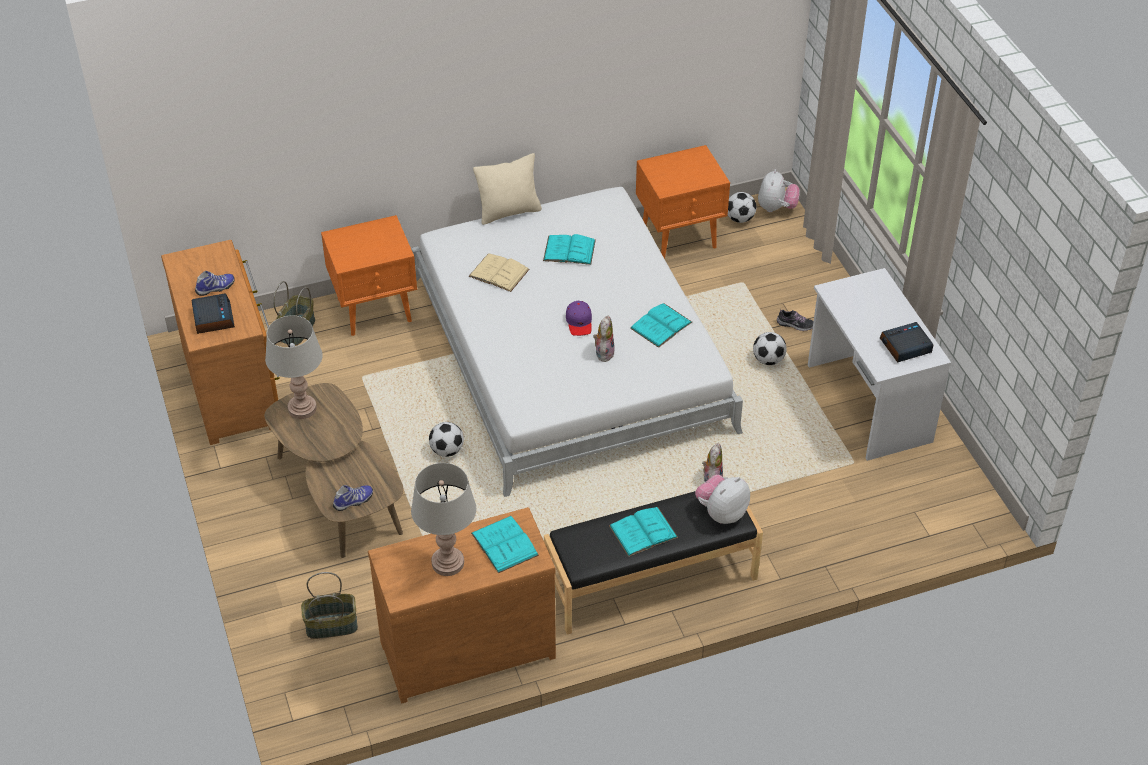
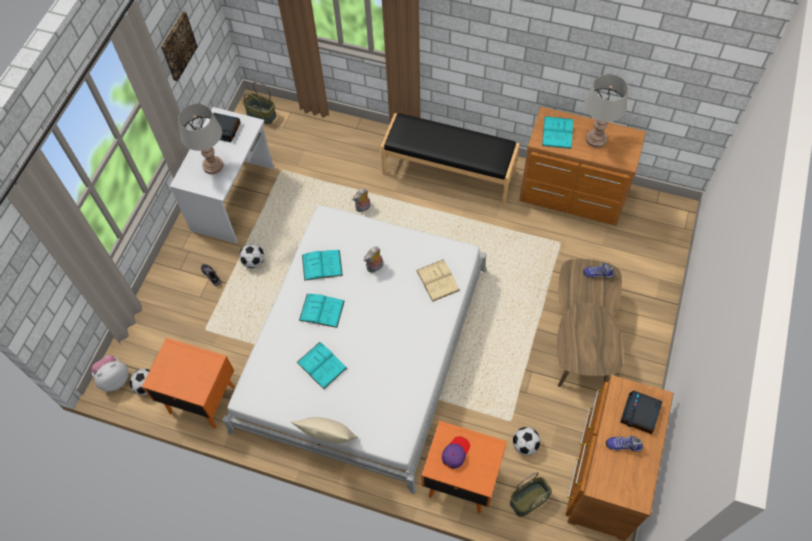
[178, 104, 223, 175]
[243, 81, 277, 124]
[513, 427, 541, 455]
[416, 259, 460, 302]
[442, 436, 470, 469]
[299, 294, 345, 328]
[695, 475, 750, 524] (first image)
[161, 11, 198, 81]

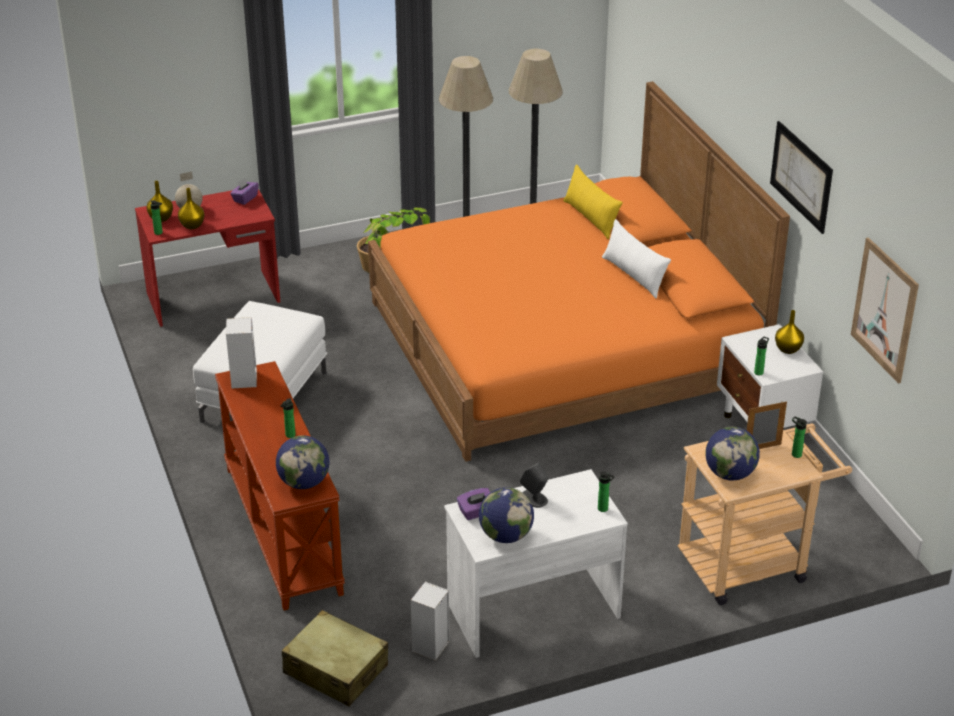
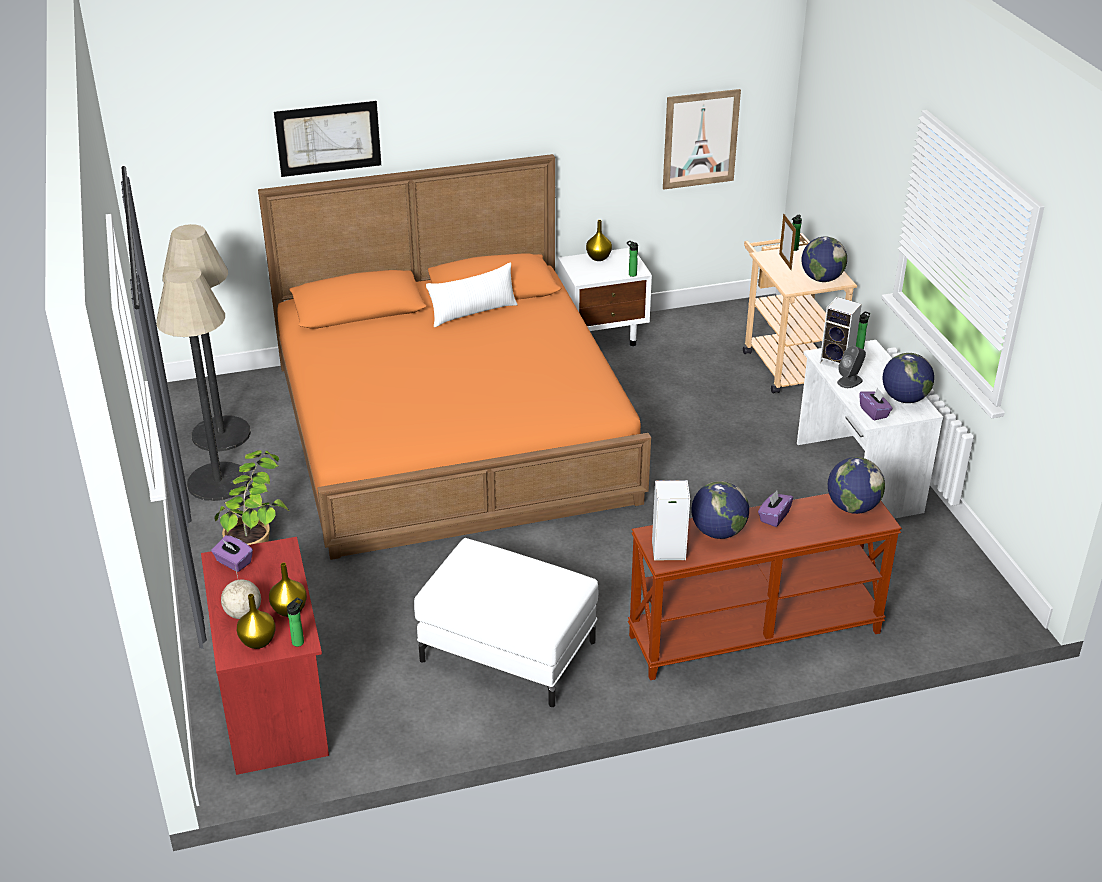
[758, 491, 793, 527]
[282, 610, 388, 707] (first image)
[820, 297, 862, 369]
[563, 164, 623, 239] (first image)
[274, 101, 381, 177]
[691, 481, 749, 539]

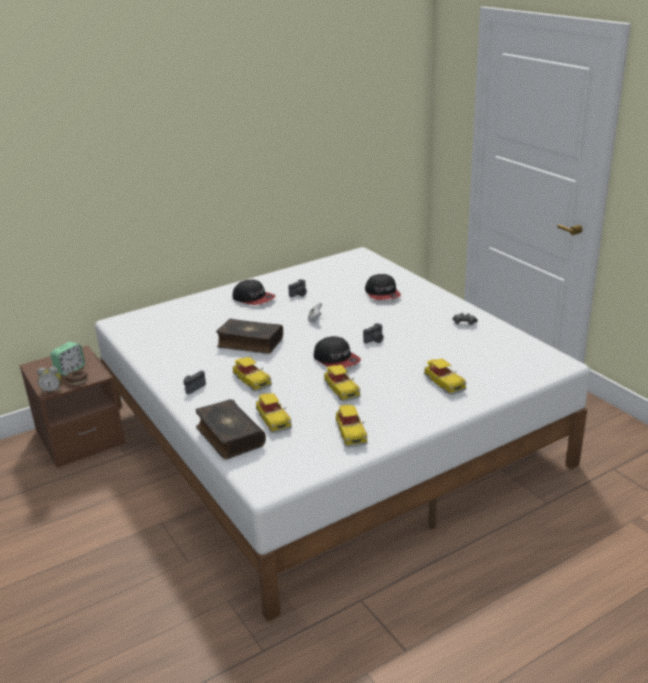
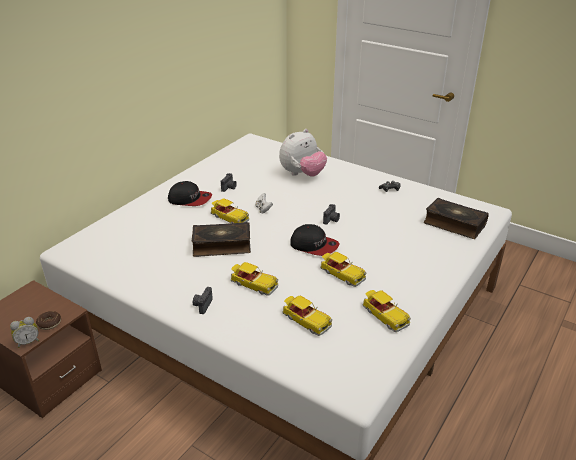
[50, 342, 85, 376] (first image)
[424, 198, 489, 239]
[279, 129, 327, 177]
[211, 198, 249, 223]

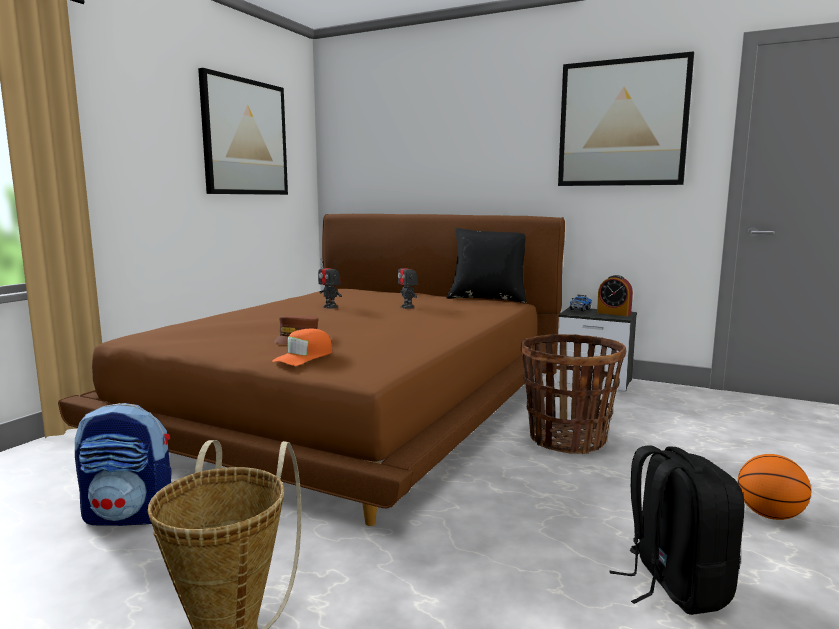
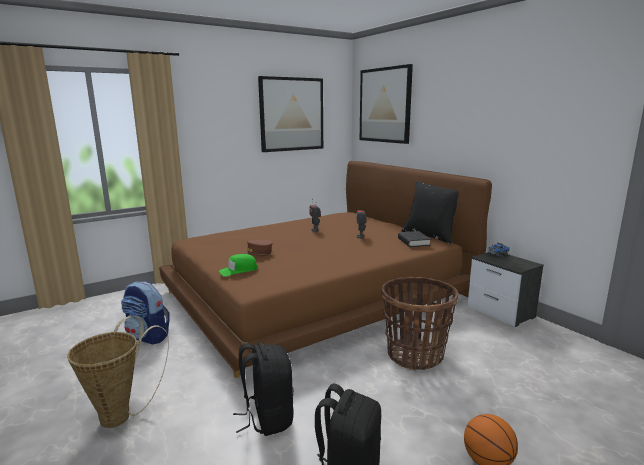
[219, 254, 258, 276]
[360, 64, 413, 144]
[597, 275, 633, 316] (first image)
[233, 343, 294, 436]
[398, 231, 431, 247]

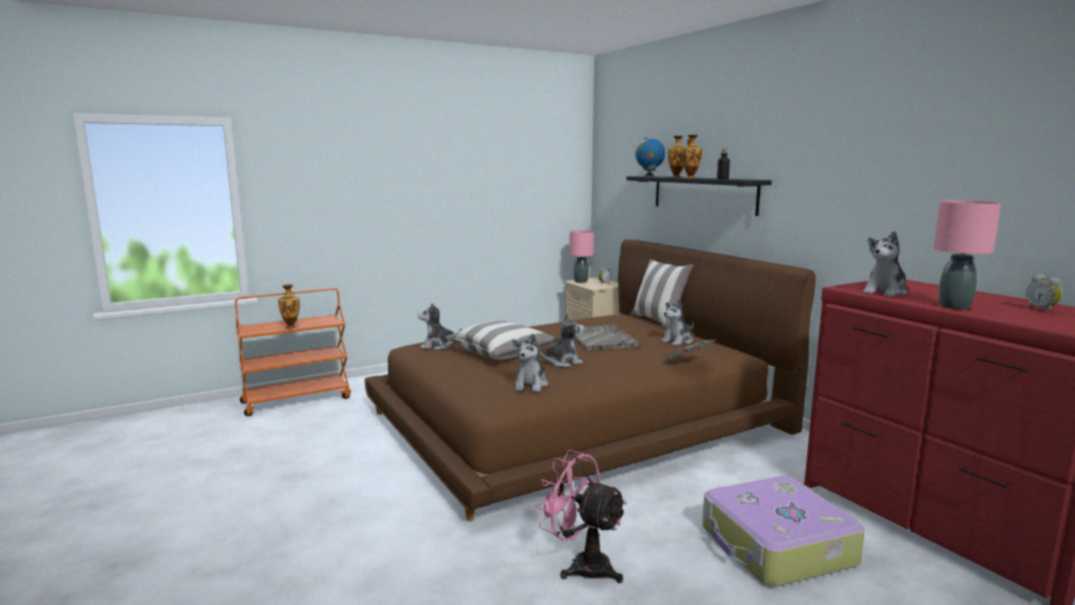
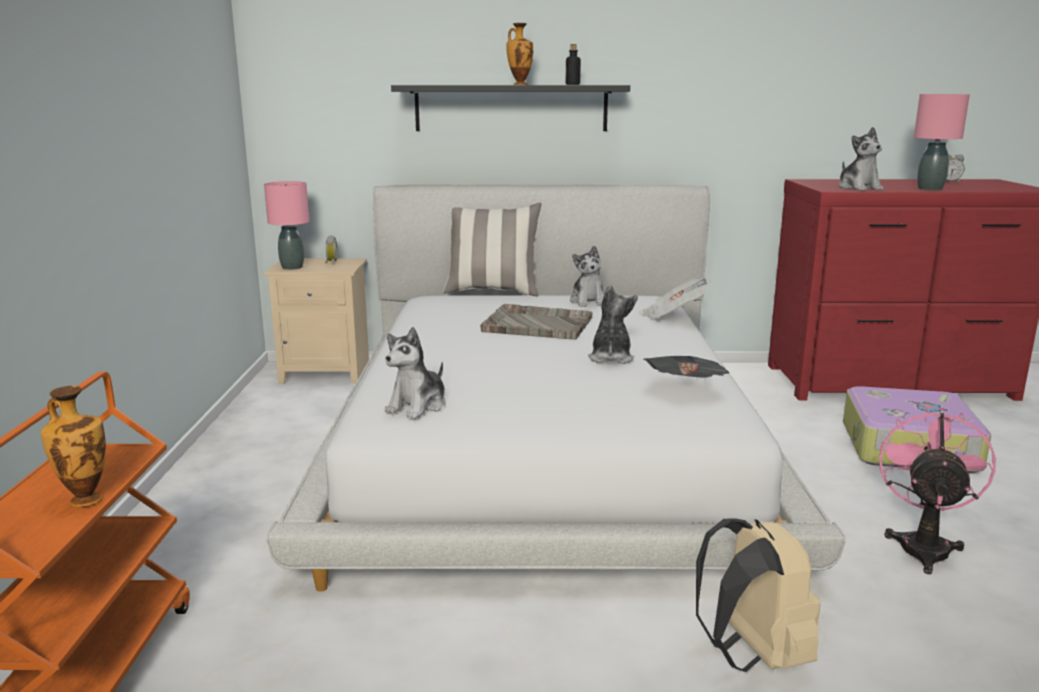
[266, 185, 846, 591]
[445, 320, 559, 360] (first image)
[644, 356, 730, 378]
[879, 407, 996, 574]
[635, 137, 665, 176] (first image)
[668, 136, 684, 177] (first image)
[696, 518, 821, 672]

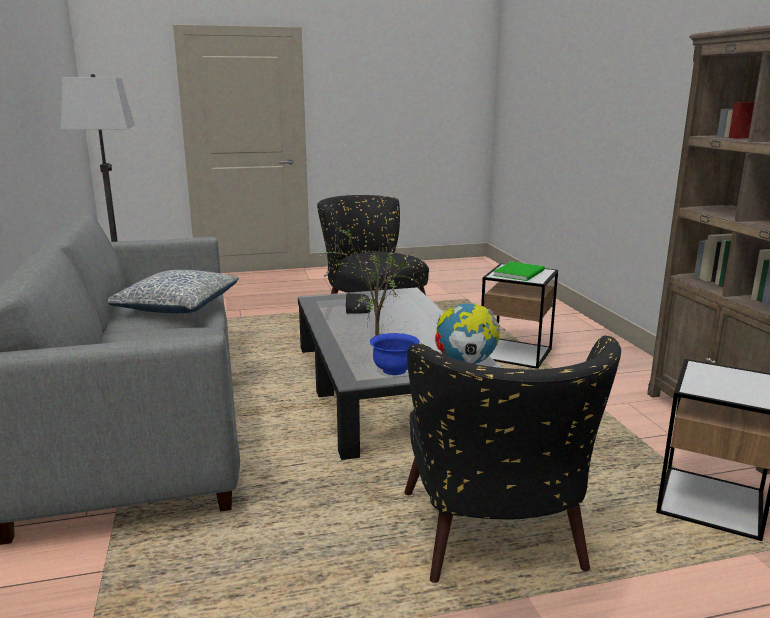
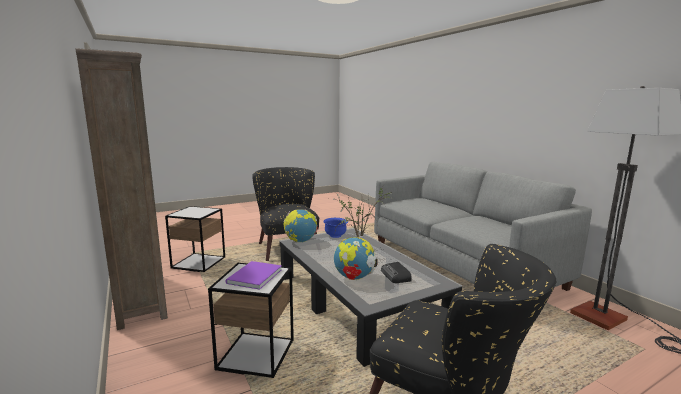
[108, 270, 239, 313] (first image)
[225, 261, 282, 290]
[334, 236, 378, 280]

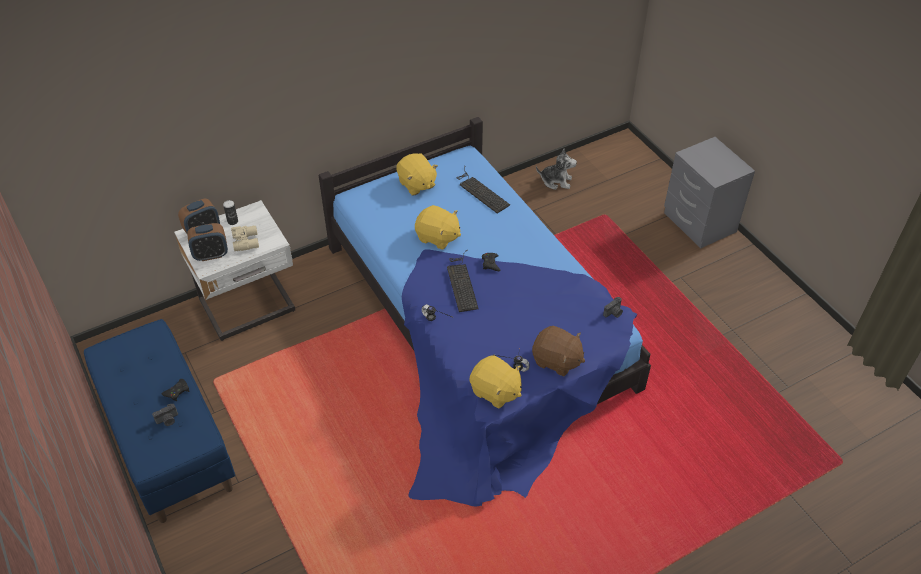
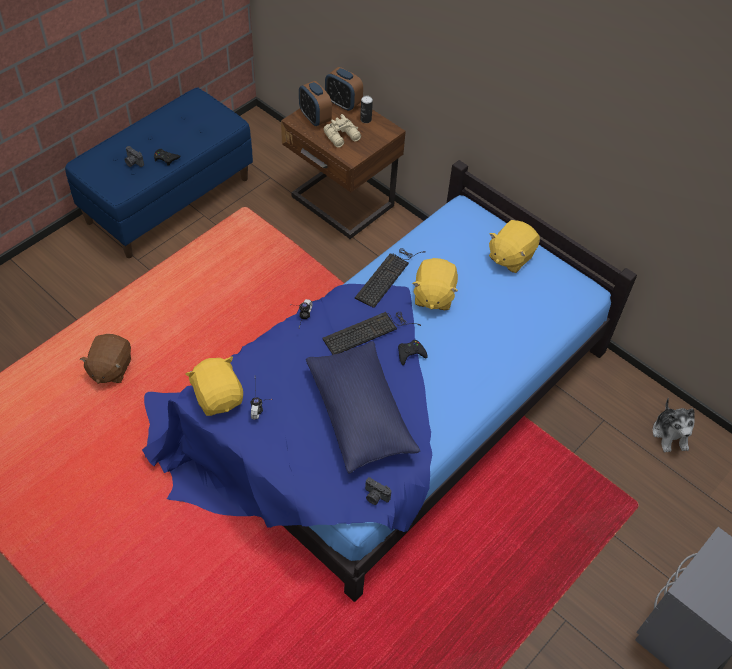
[281, 103, 406, 239]
[355, 248, 426, 308]
[186, 356, 243, 416]
[80, 334, 131, 384]
[306, 341, 420, 474]

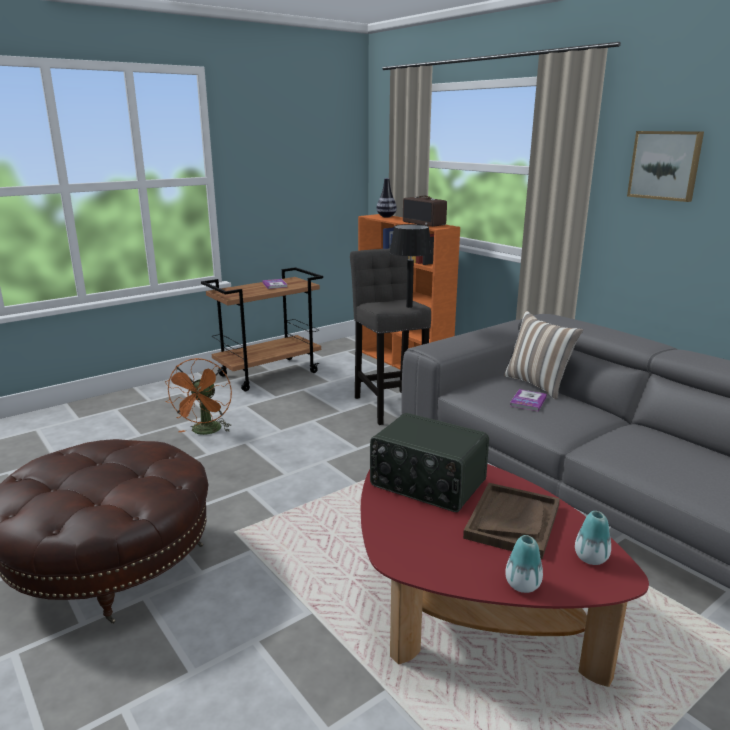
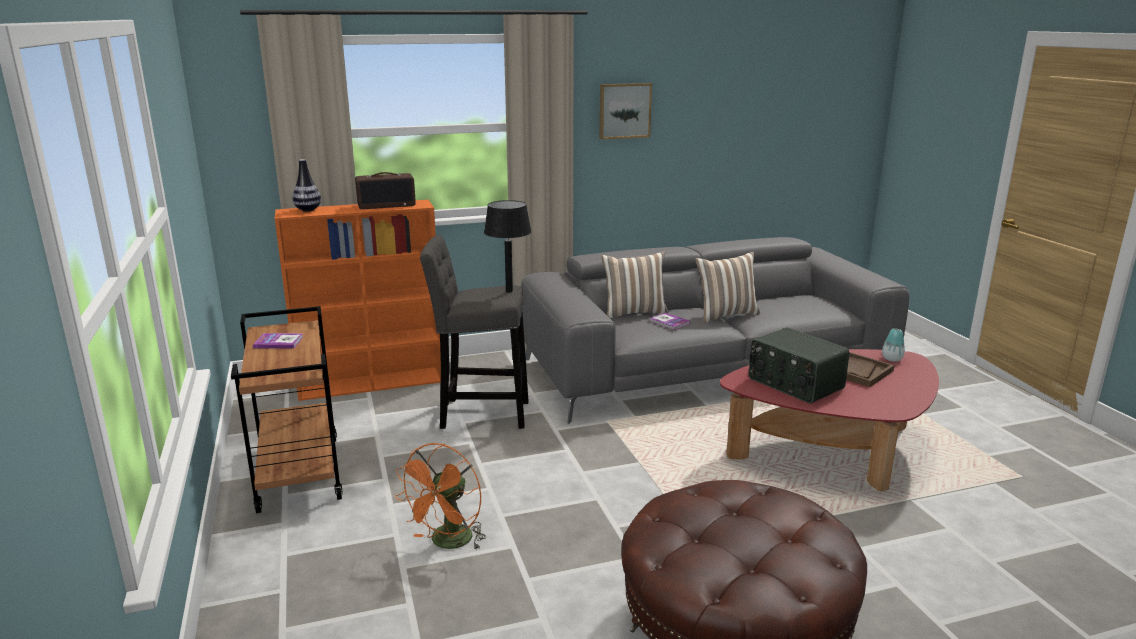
[395, 443, 487, 550]
[749, 327, 849, 404]
[505, 535, 543, 593] (first image)
[695, 252, 760, 322]

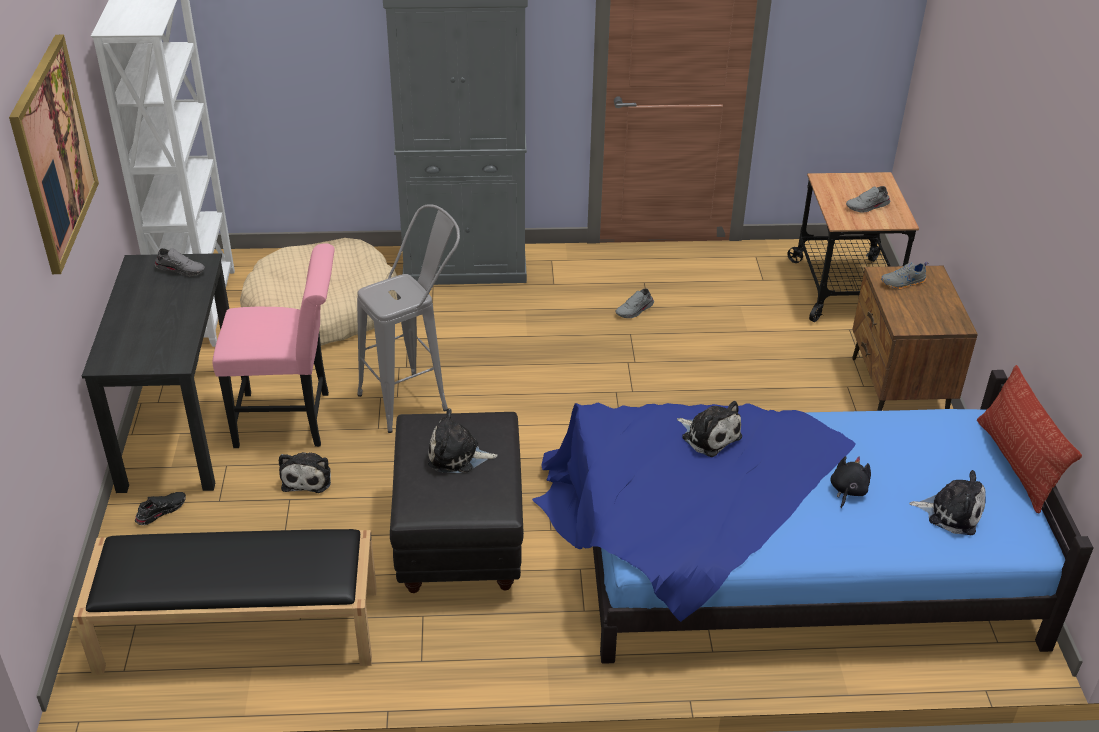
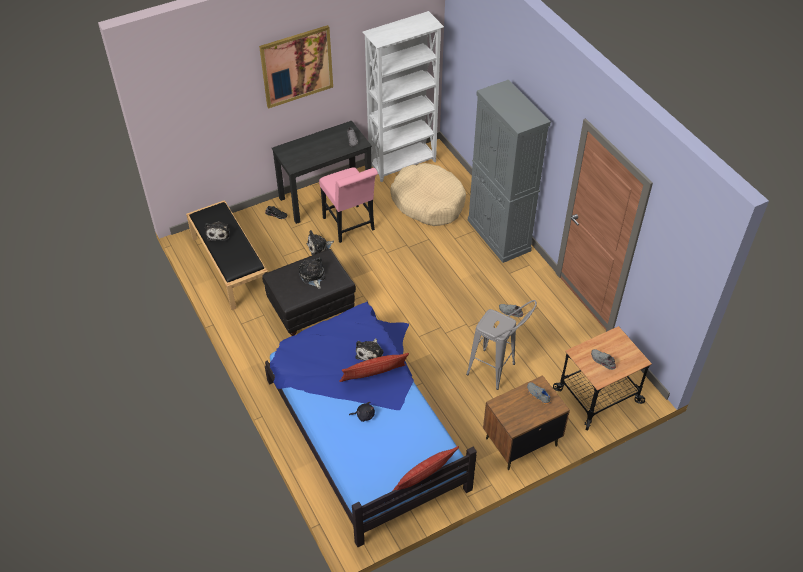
[466, 300, 537, 390]
[205, 221, 230, 241]
[339, 353, 409, 382]

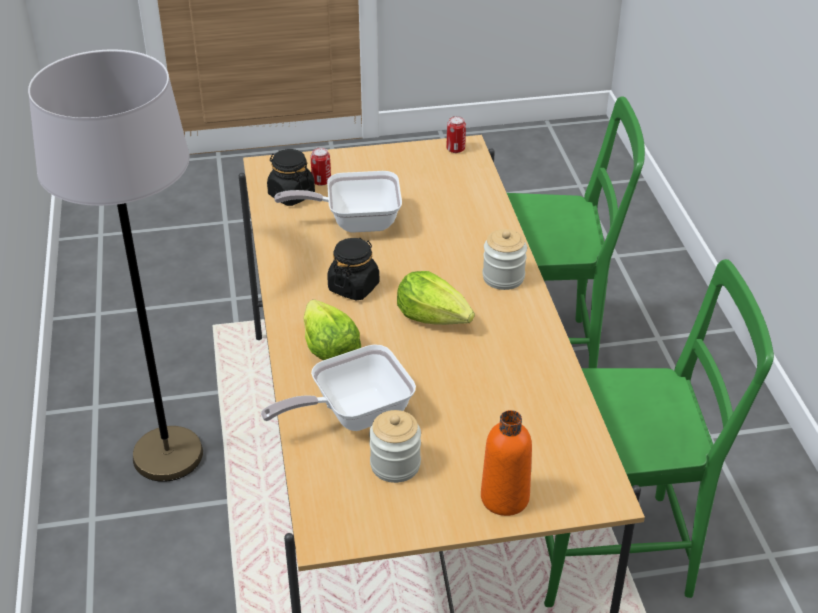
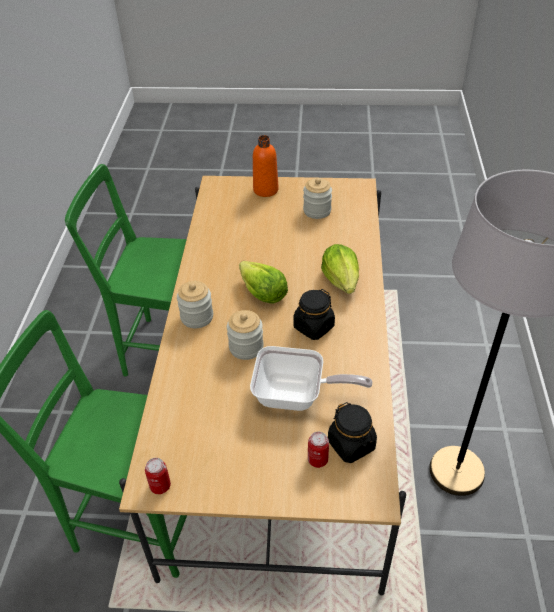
[261, 344, 416, 431] (first image)
[227, 310, 264, 360]

